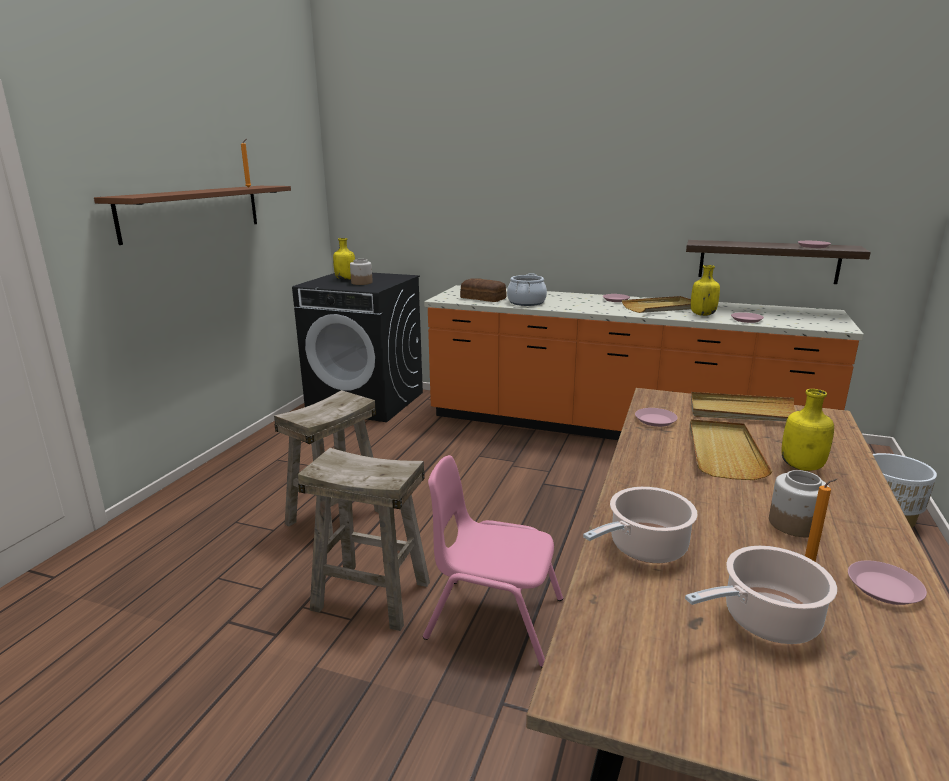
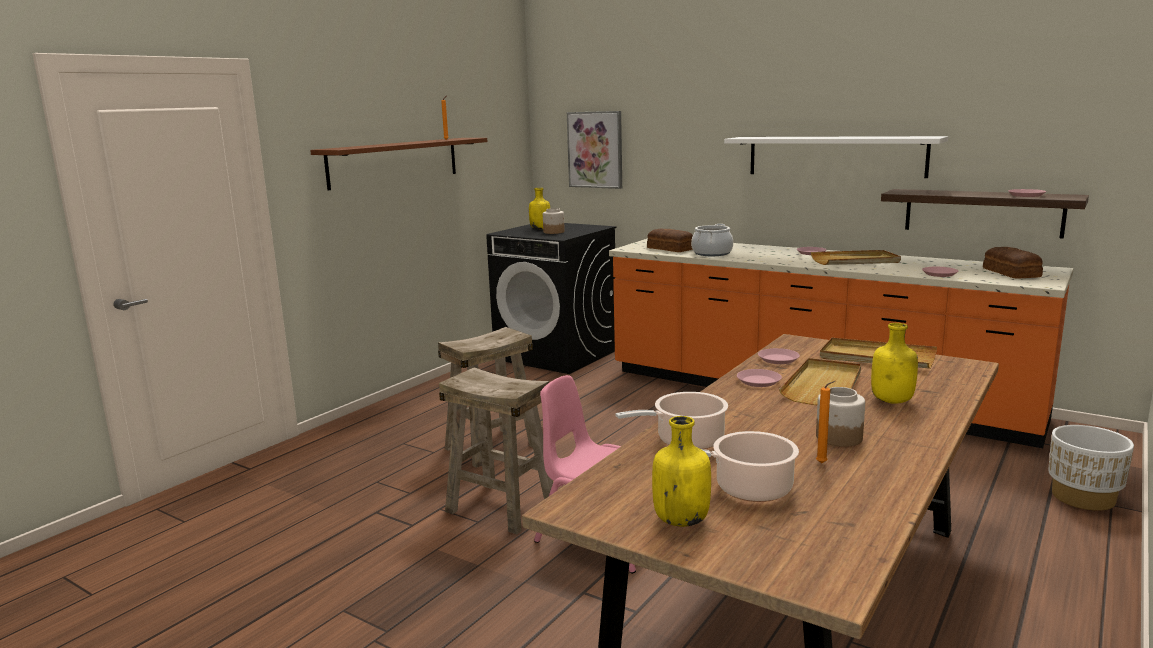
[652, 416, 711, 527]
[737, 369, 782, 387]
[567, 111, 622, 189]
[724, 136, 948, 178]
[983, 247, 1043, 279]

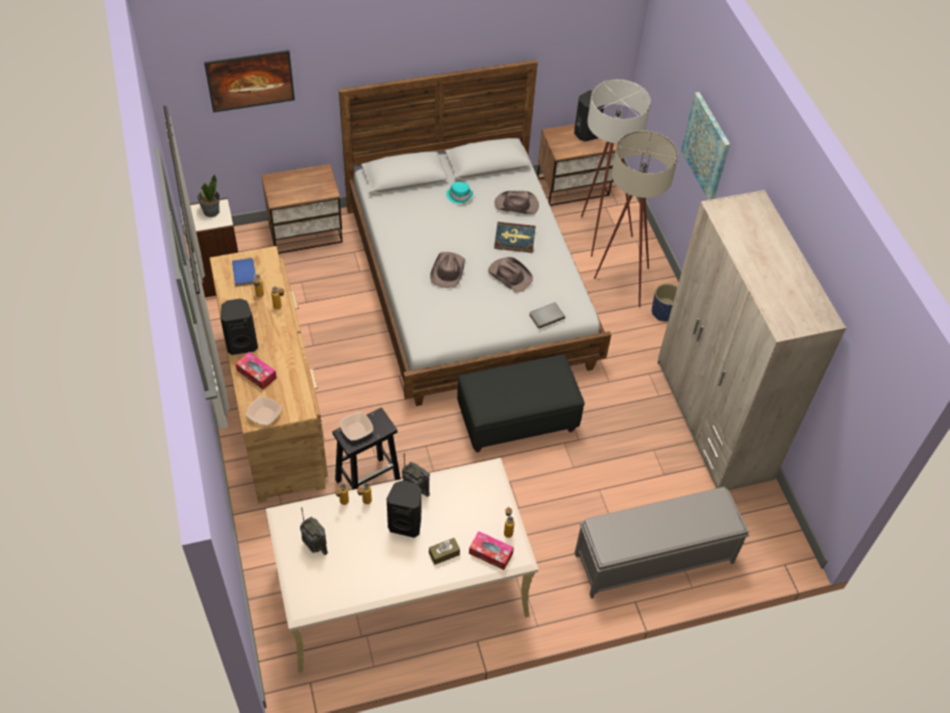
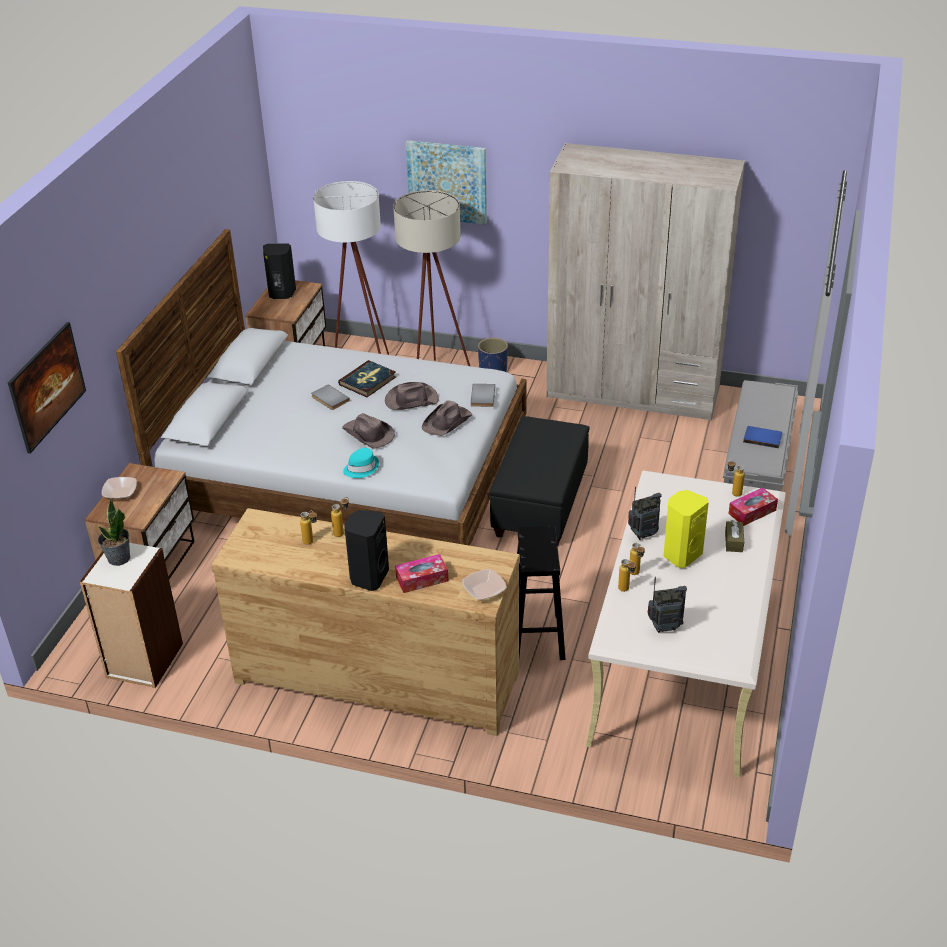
[743, 426, 782, 448]
[102, 477, 137, 499]
[663, 490, 709, 568]
[343, 448, 379, 478]
[422, 400, 473, 436]
[311, 384, 350, 410]

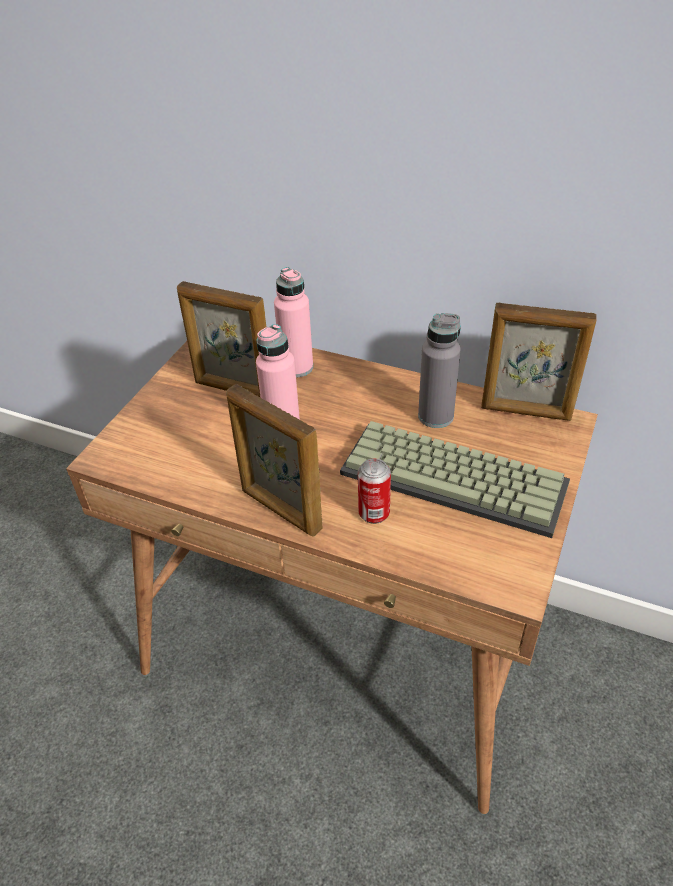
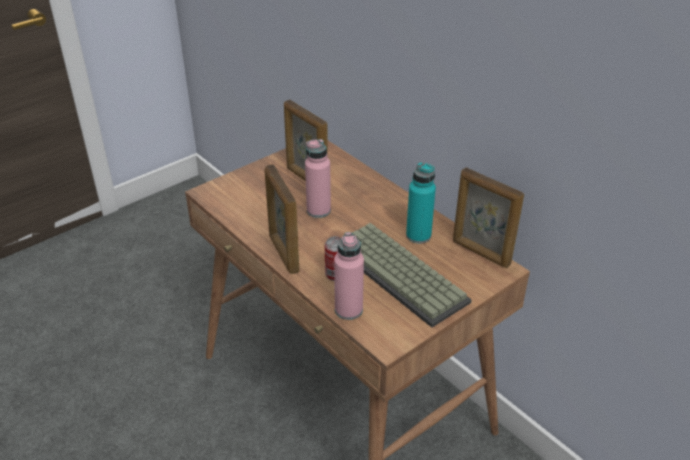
[334, 232, 364, 320]
[406, 162, 436, 244]

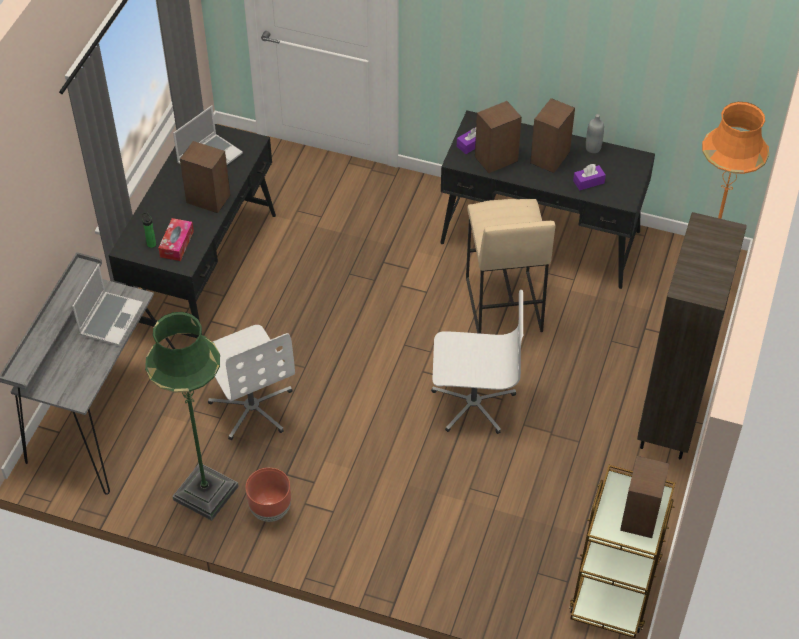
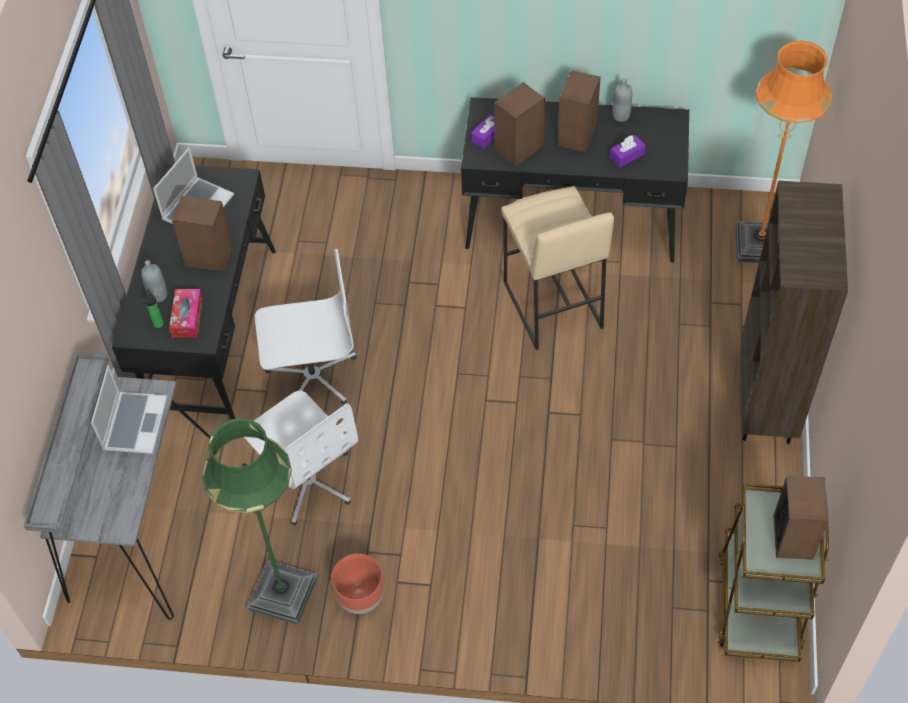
[255, 249, 357, 405]
[141, 260, 167, 302]

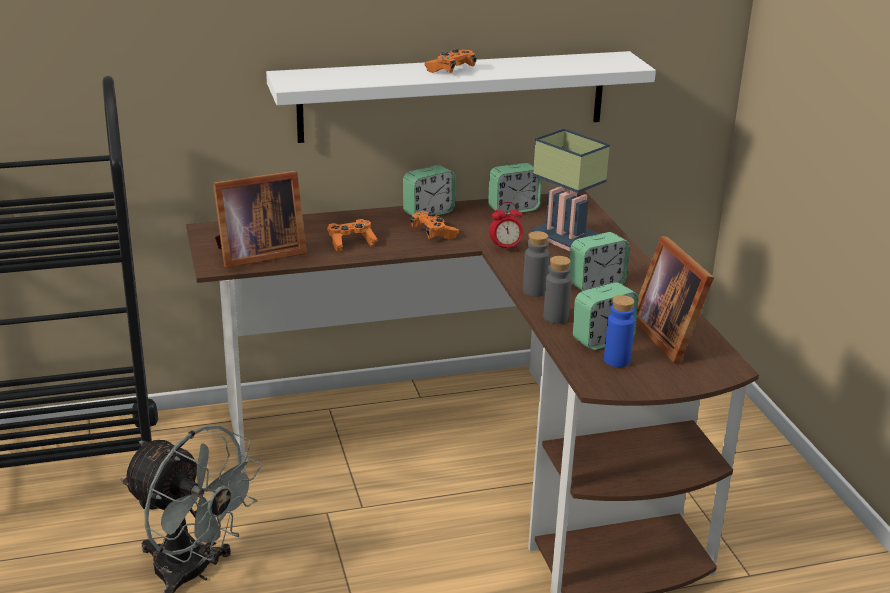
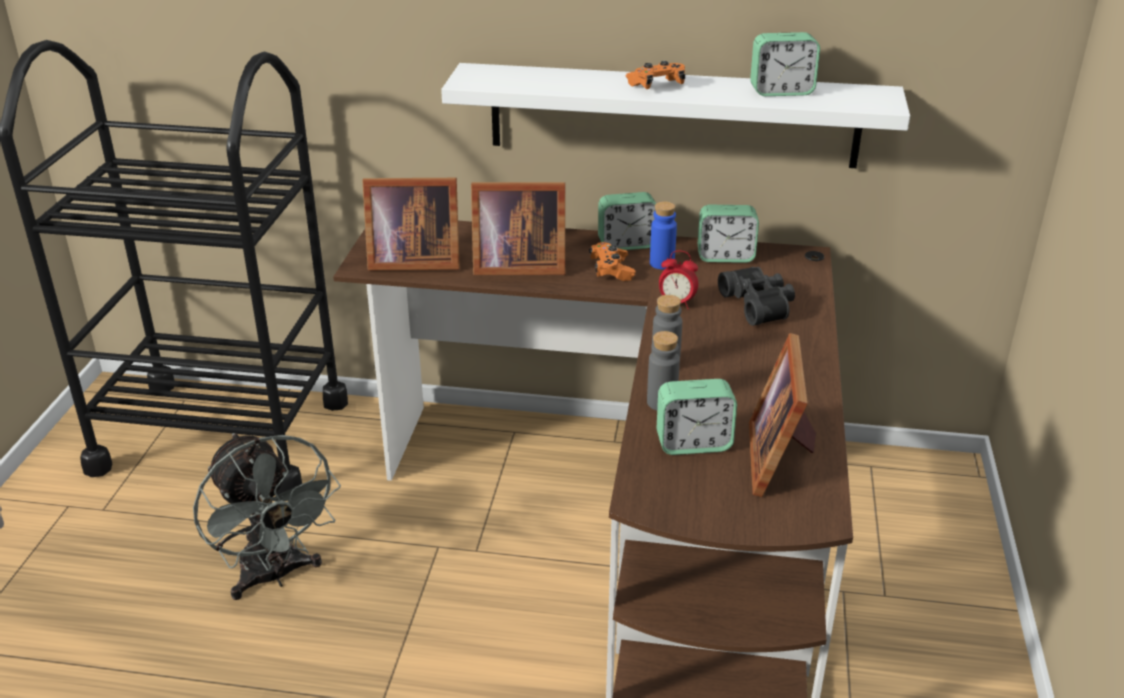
[471, 182, 565, 275]
[718, 267, 795, 326]
[750, 32, 820, 96]
[650, 201, 677, 270]

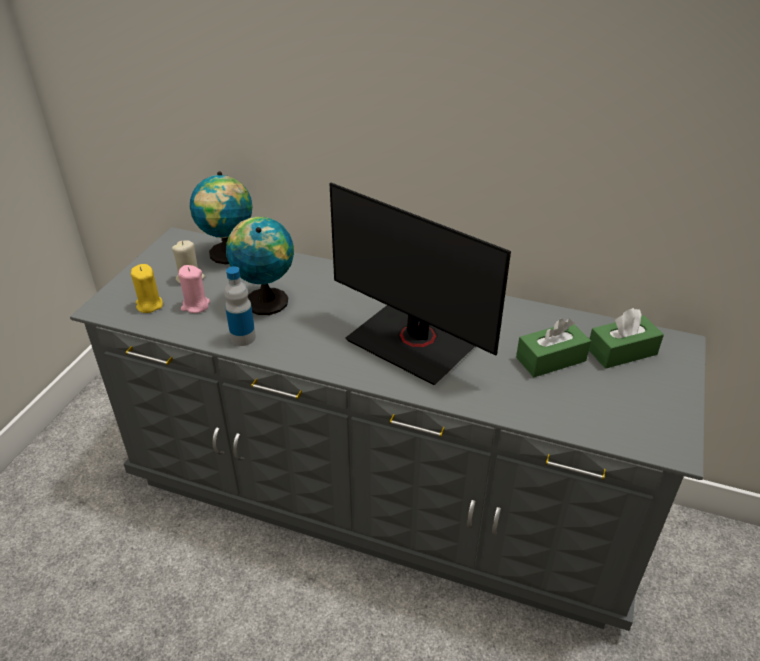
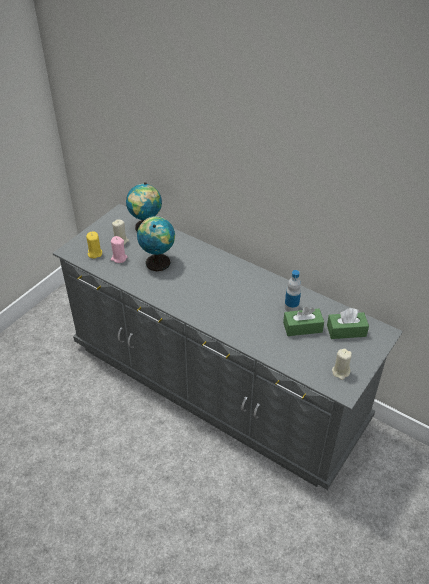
[284, 270, 301, 312]
[329, 183, 511, 385] (first image)
[332, 348, 352, 380]

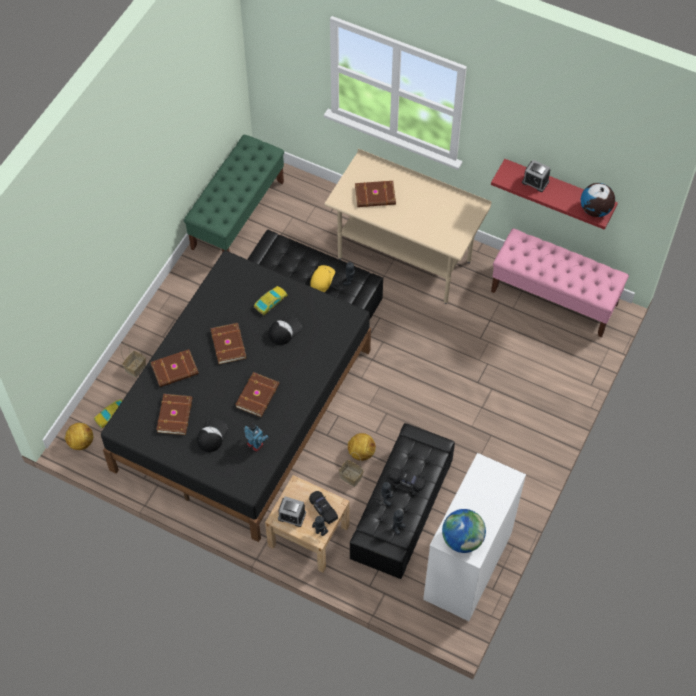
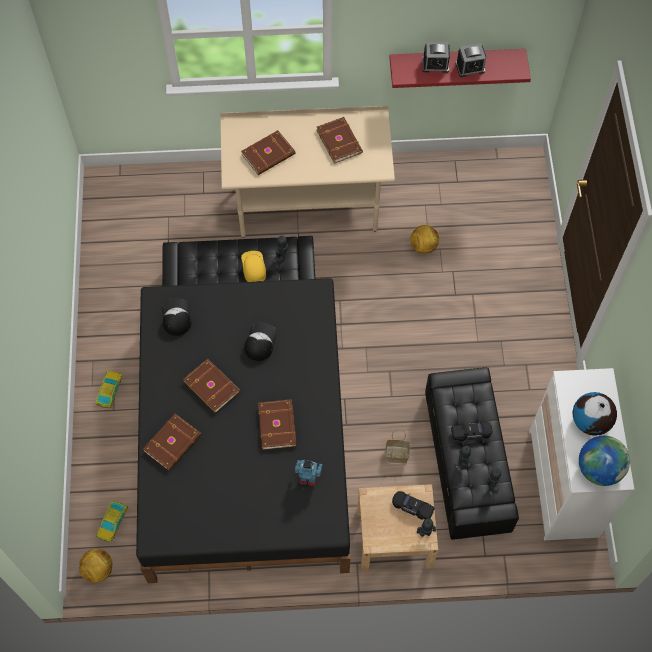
[121, 344, 146, 378] (first image)
[316, 117, 363, 164]
[184, 134, 284, 253] (first image)
[162, 298, 191, 336]
[96, 371, 123, 409]
[455, 43, 486, 77]
[410, 225, 439, 254]
[491, 228, 629, 338] (first image)
[573, 392, 617, 436]

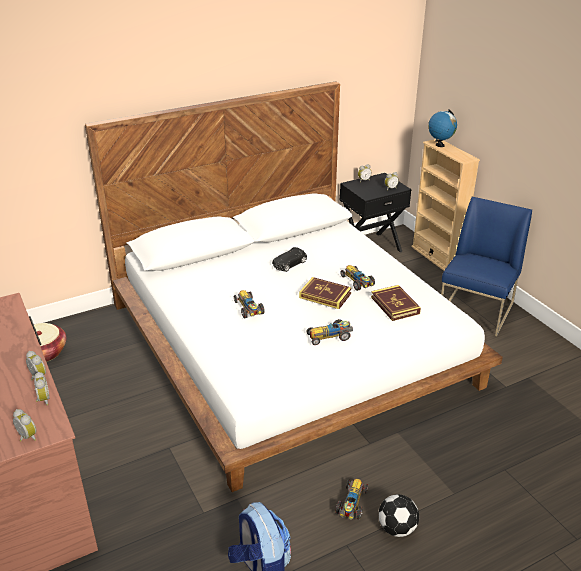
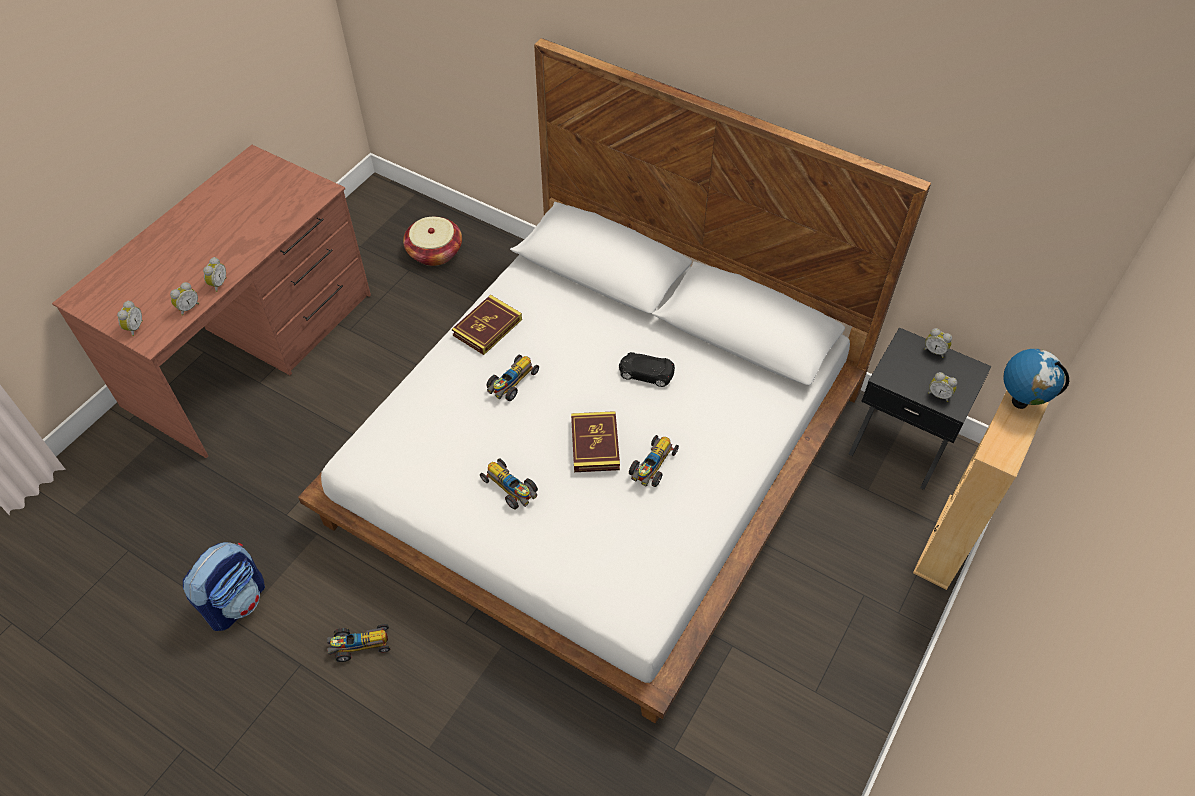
[452, 295, 522, 355]
[378, 494, 419, 537] (first image)
[441, 197, 532, 336] (first image)

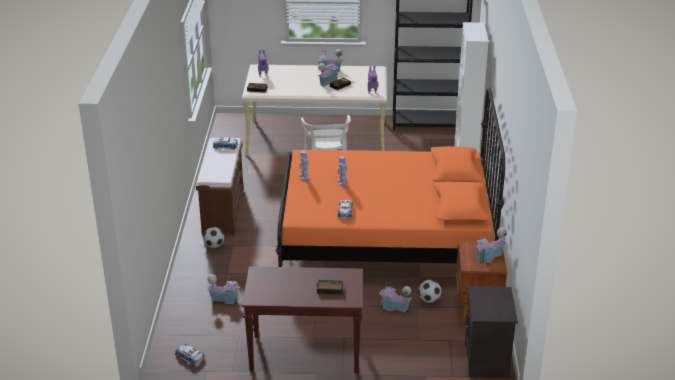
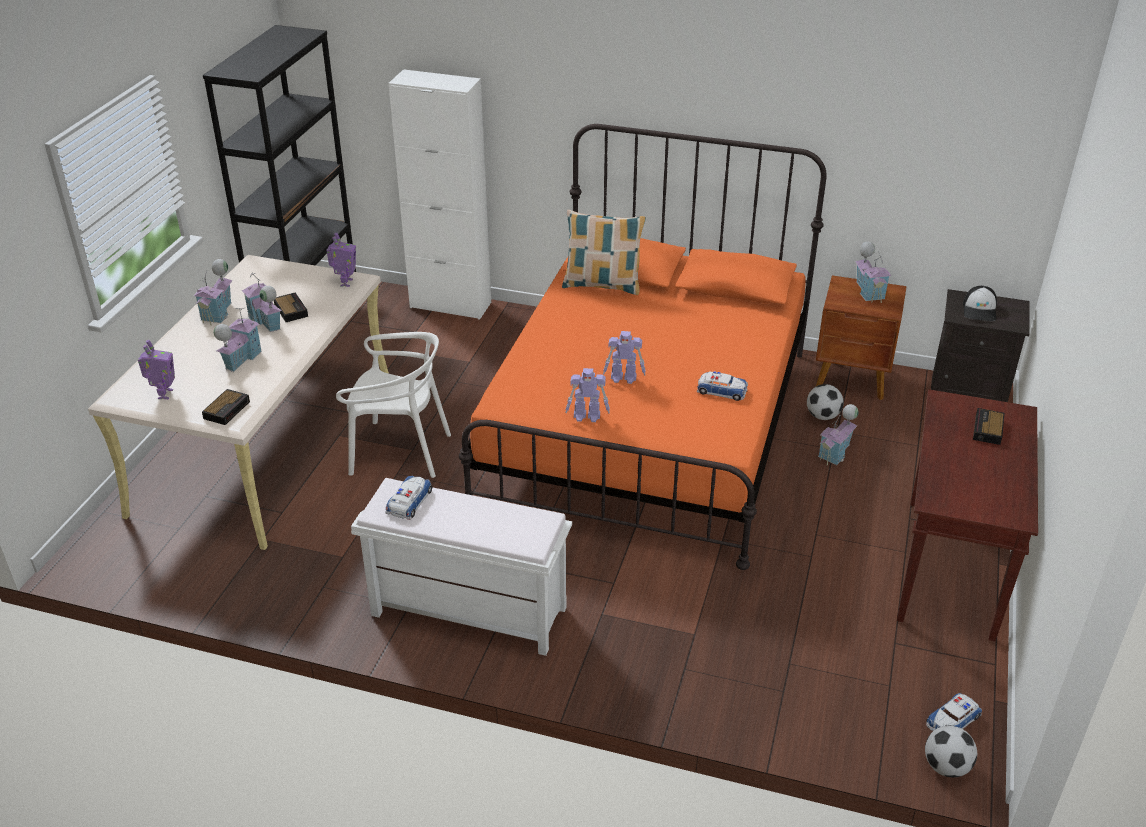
[351, 478, 572, 656]
[925, 726, 977, 777]
[214, 307, 262, 372]
[562, 210, 646, 295]
[963, 286, 997, 321]

